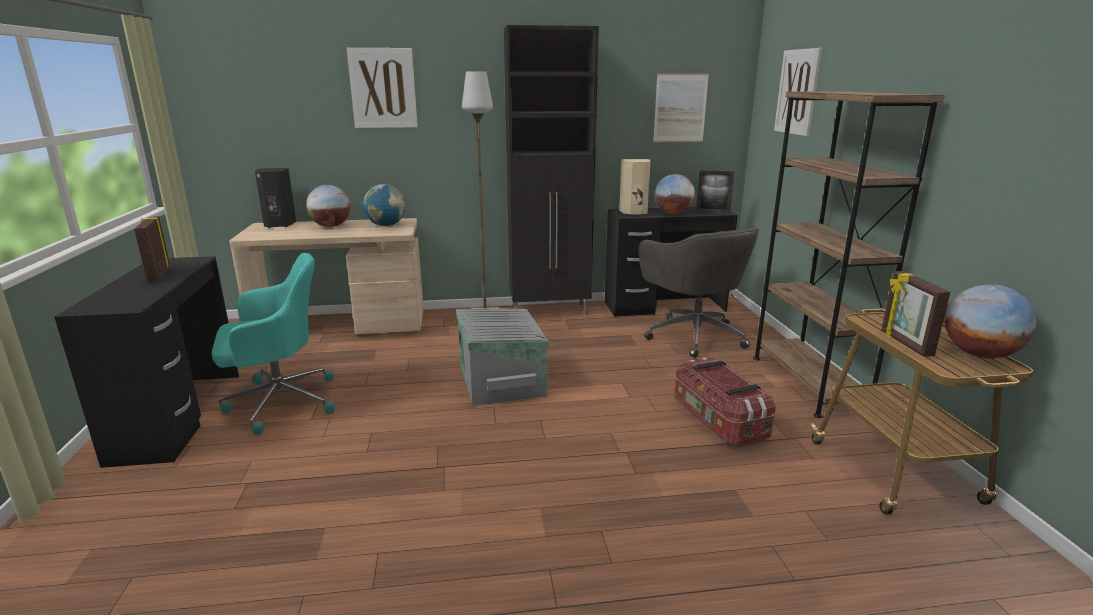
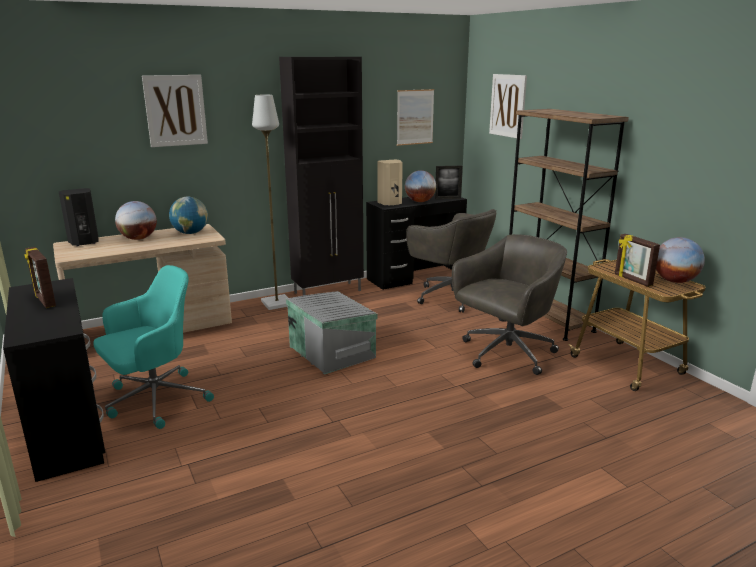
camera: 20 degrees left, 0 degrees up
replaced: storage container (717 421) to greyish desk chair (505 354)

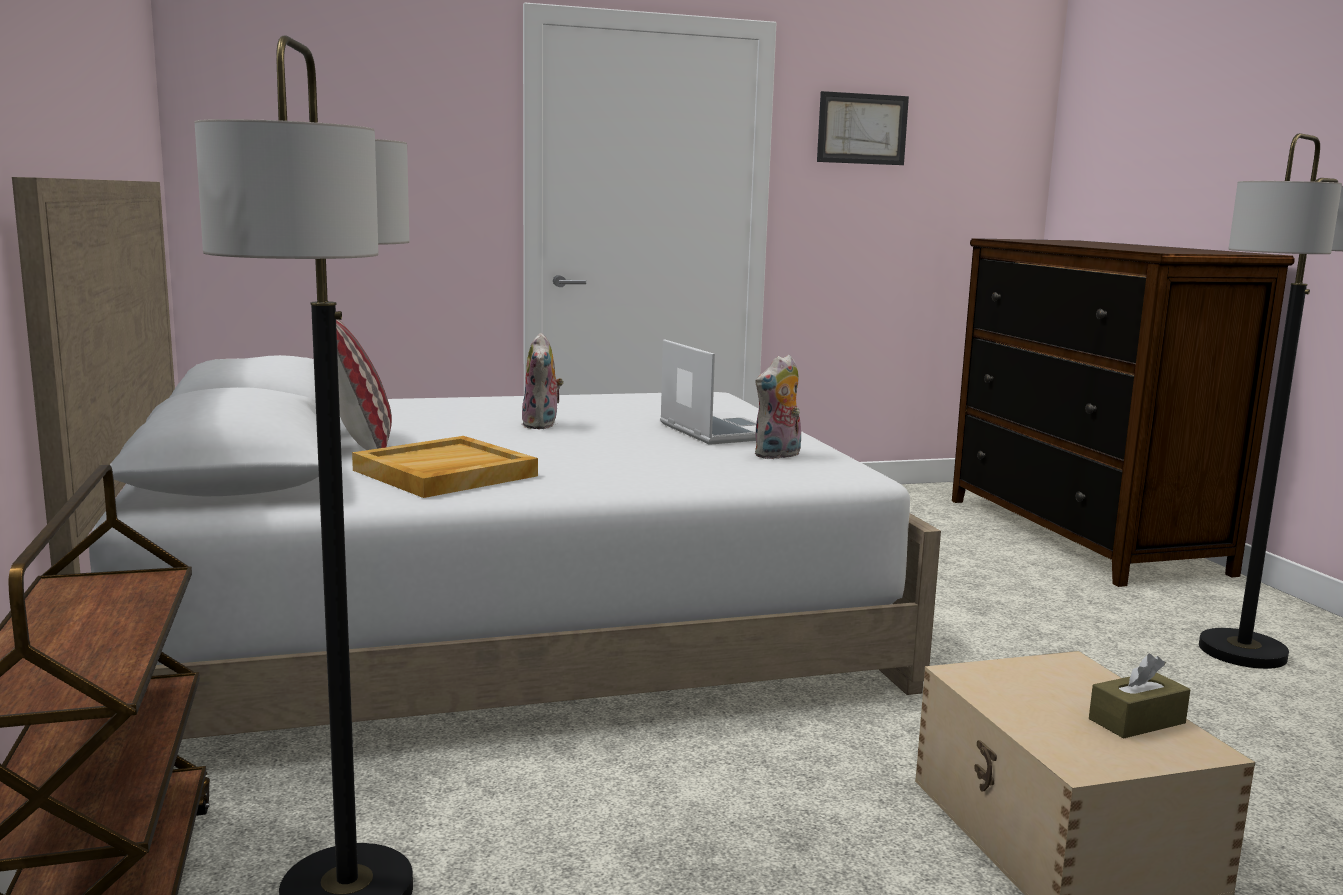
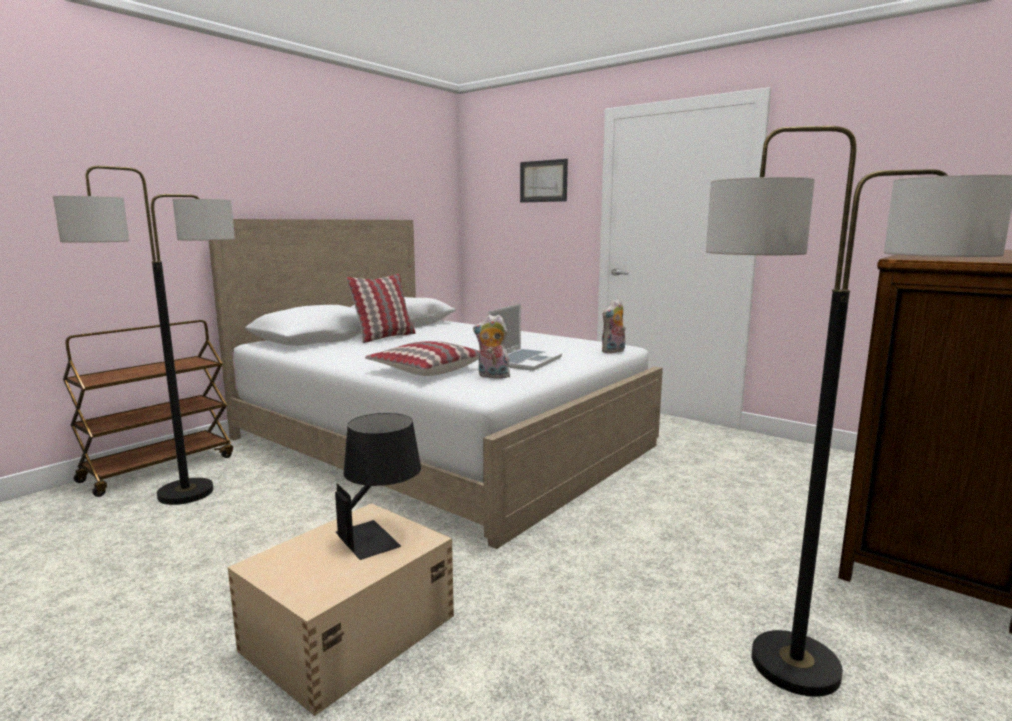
camera: 55 degrees right, 0 degrees up
removed: beige-coloured carrying tray (444 473); brown-coloured tissue holder (1137 721)
added: black table lamp (381 534); cushion (425 370)
moved: cuddly toy (542 425) to (613 351); wall picture (862 129) to (543 181)

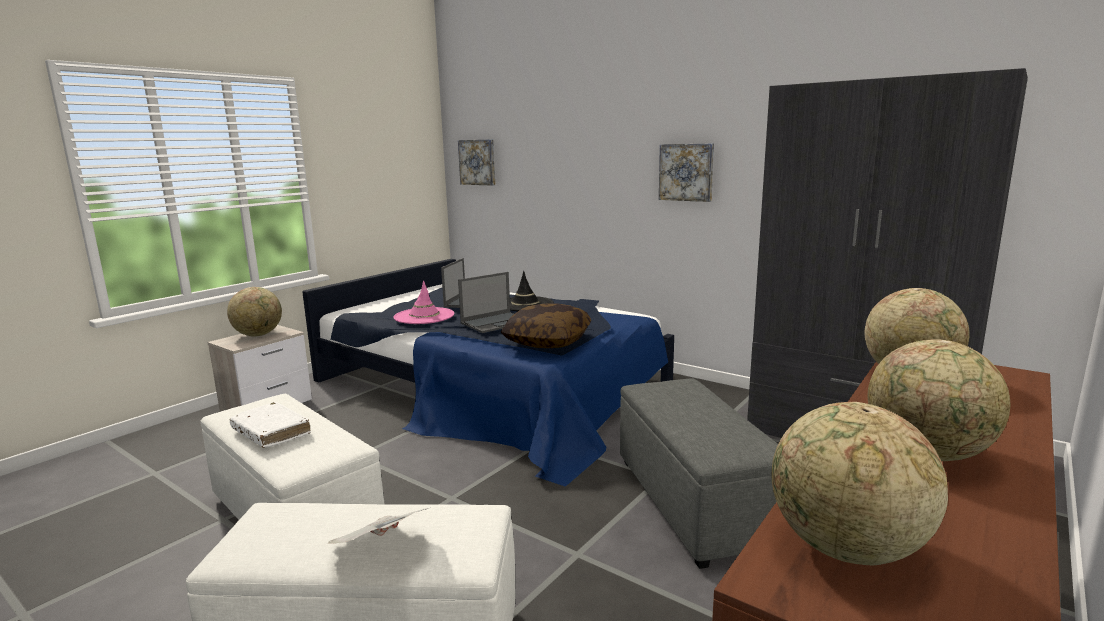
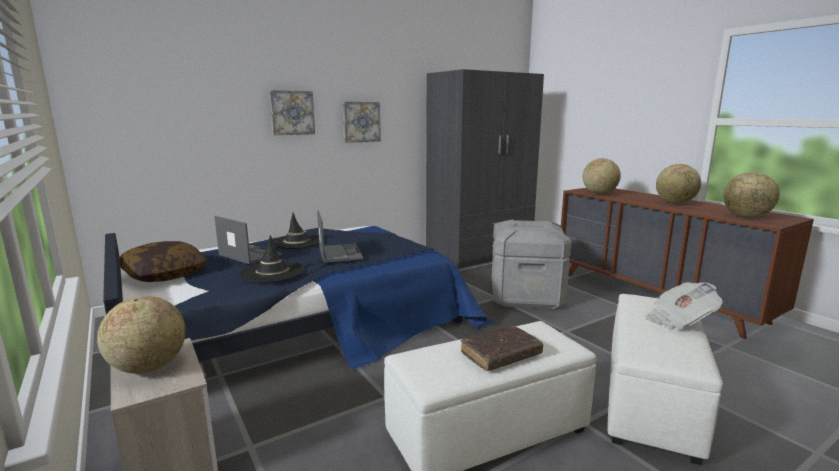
camera: 70 degrees left, 0 degrees up
moved: wall picture (478 162) to (292 112); cushion (547 341) to (164 275)
replaced: greyish footrest (694 503) to greyish storage container (526 296)
recoloured: white-coloured volume (271 433) to brown-coloured volume (501 355); pink hat (424 316) to black hat (272 272)

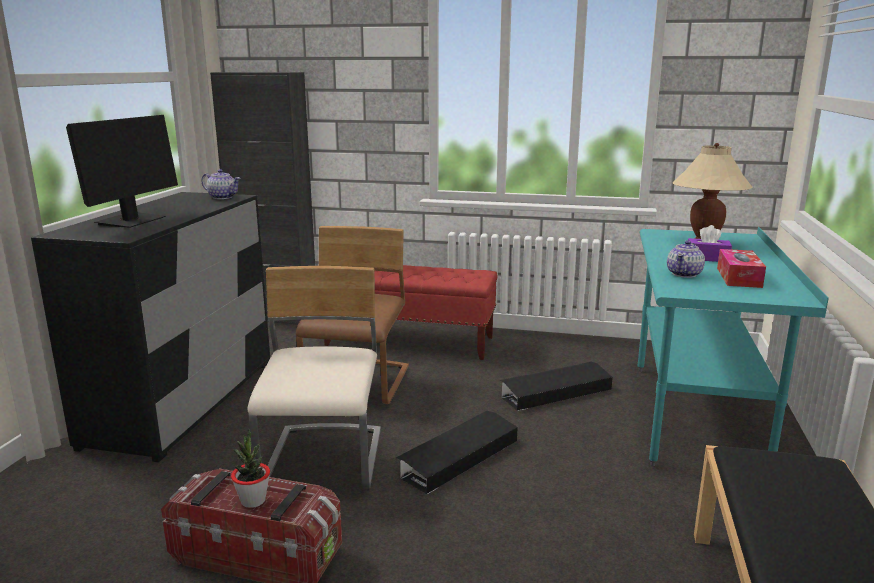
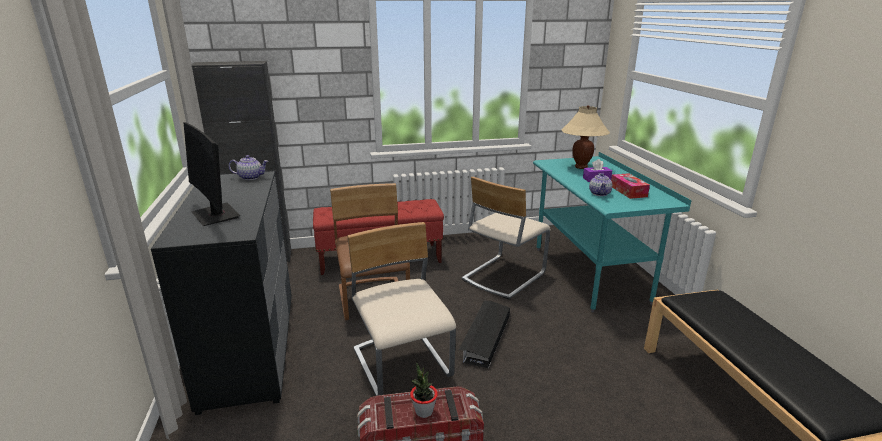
camera: 25 degrees left, 5 degrees up
replaced: black storage container (555 392) to beige-coloured chair (503 276)
turned: monitor (131 221) = (215 215) 150 degrees clockwise

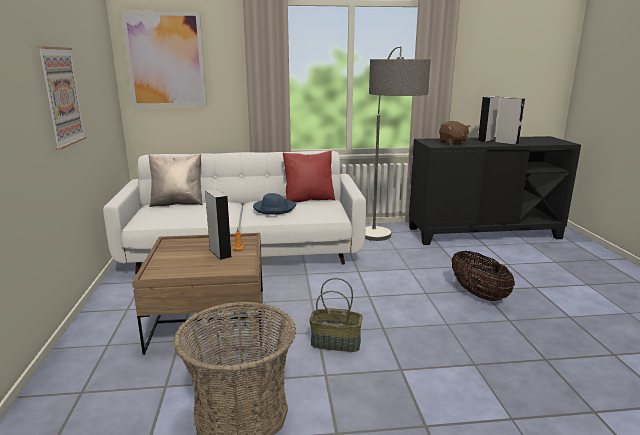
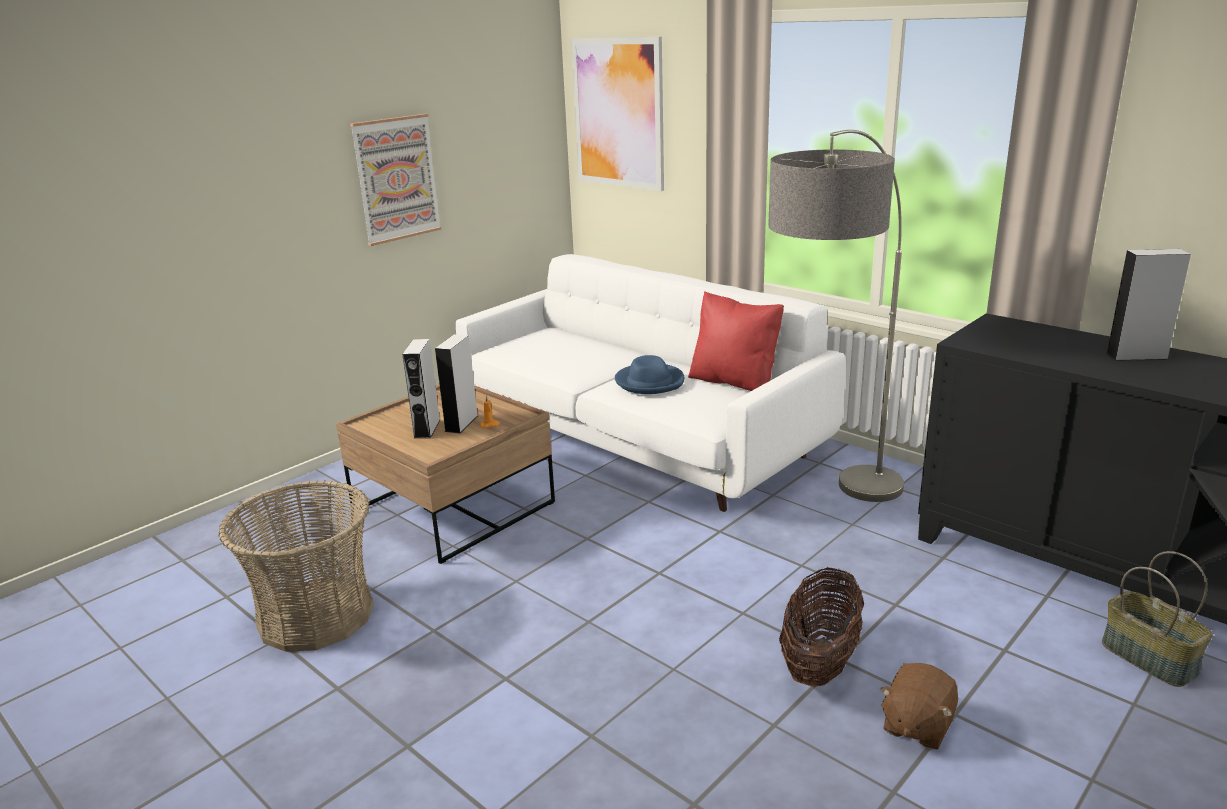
camera: 50 degrees right, 5 degrees up
removed: beige-coloured cushion (178 203)
moved: storage basket (336 342) to (1150 658); brown-coloured cuddly toy (452 143) to (916 725); greyish speaker (506 143) to (427 428)

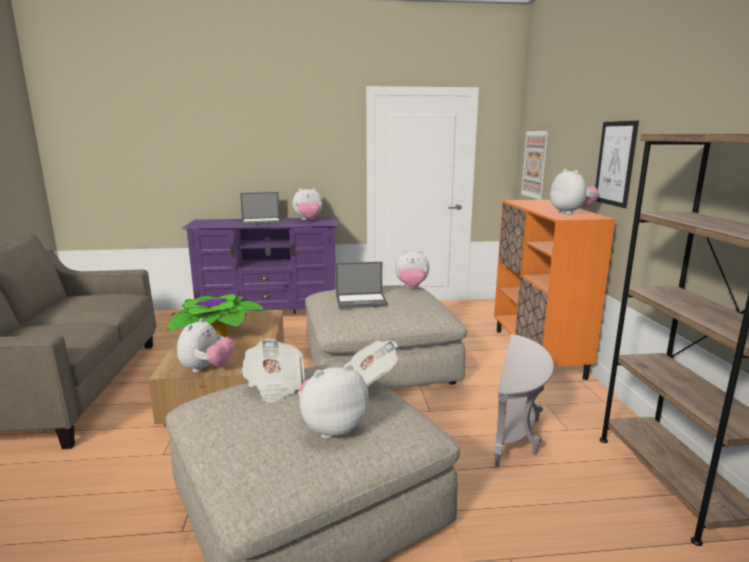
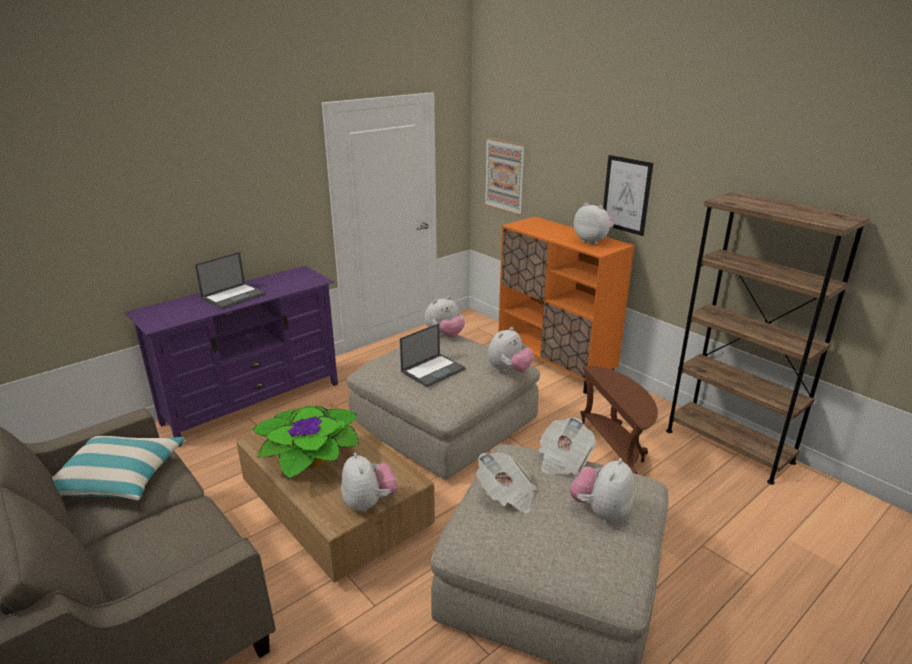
camera: 35 degrees left, 10 degrees up
added: cushion (117 479)
moved: cuddly toy (308 220) to (509 370)
recoloured: greyish end table (517 433) to brown-coloured end table (616 448)

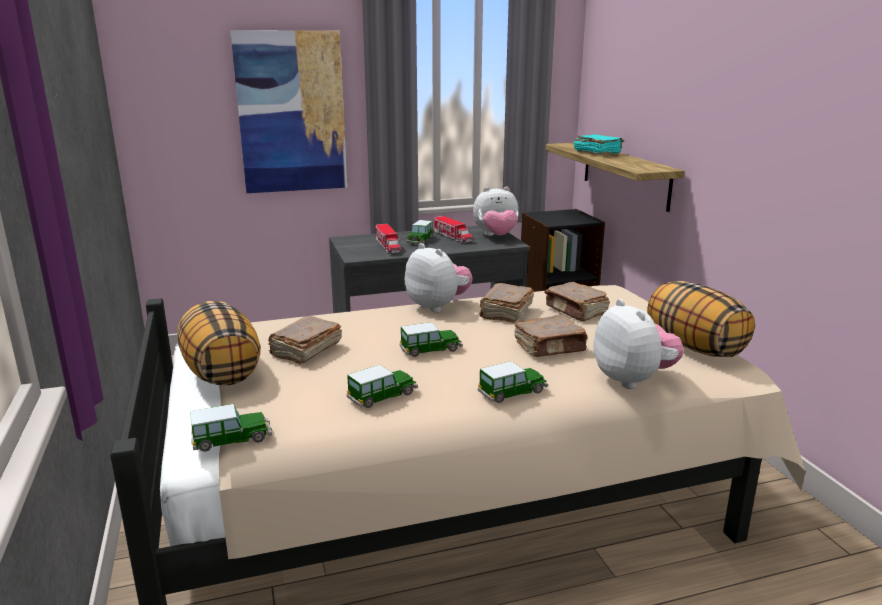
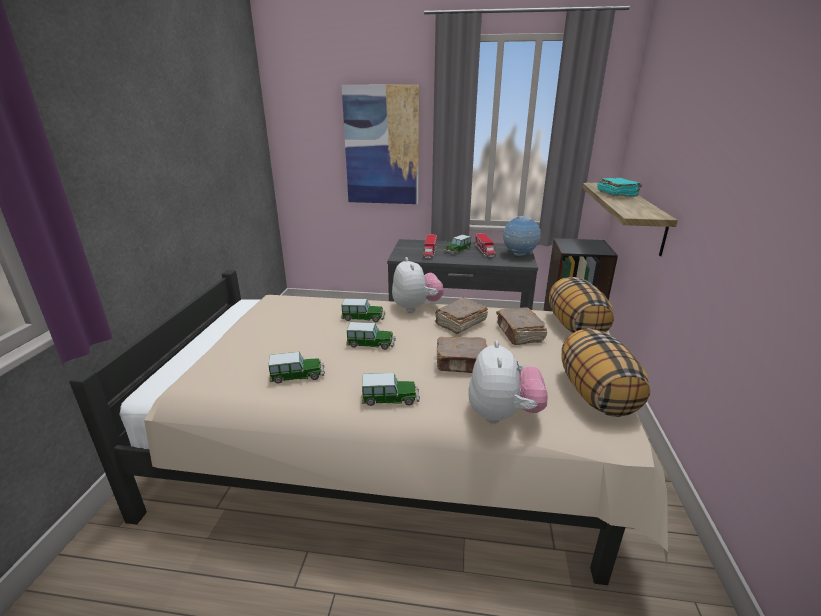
camera: 25 degrees right, 5 degrees up
removed: brown-coloured volume (305 350)
moved: cushion (221 372) to (575 326); toy car (232 439) to (363 318)
replaced: cuddly toy (496 236) to world globe (519 255)

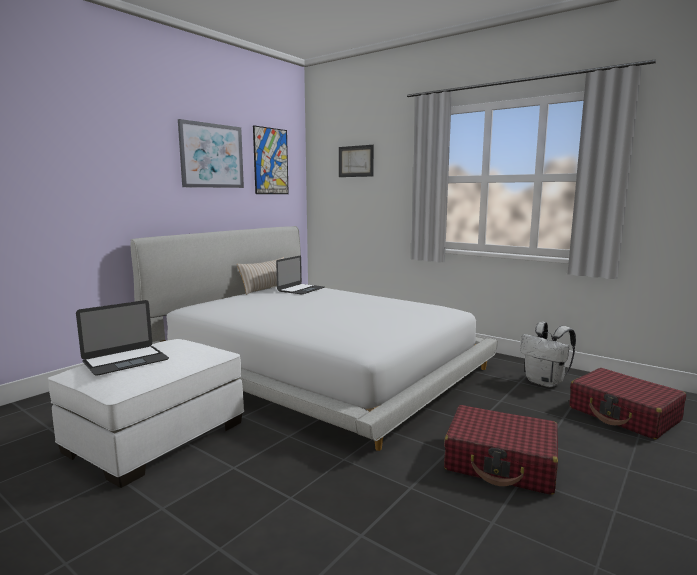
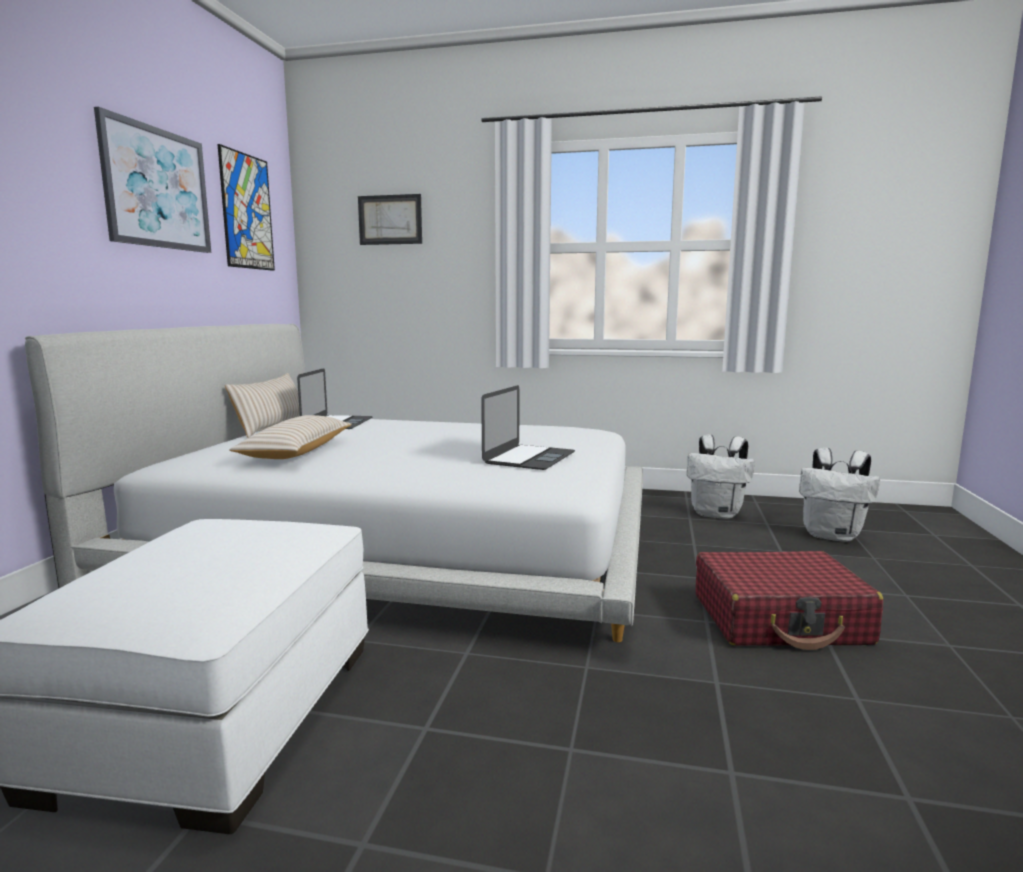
camera: 25 degrees left, 0 degrees up
added: beige-coloured cushion (297 451)
moved: laptop (125 360) to (529 457)
replaced: red travel case (624 414) to white-coloured backpack (832 535)

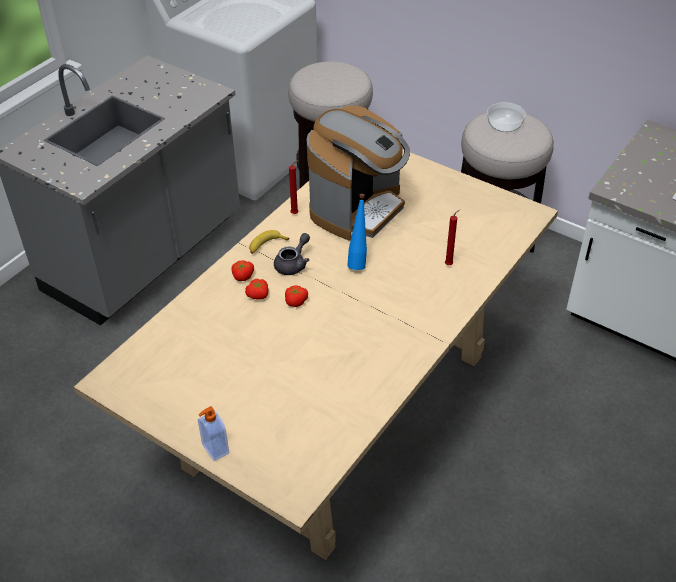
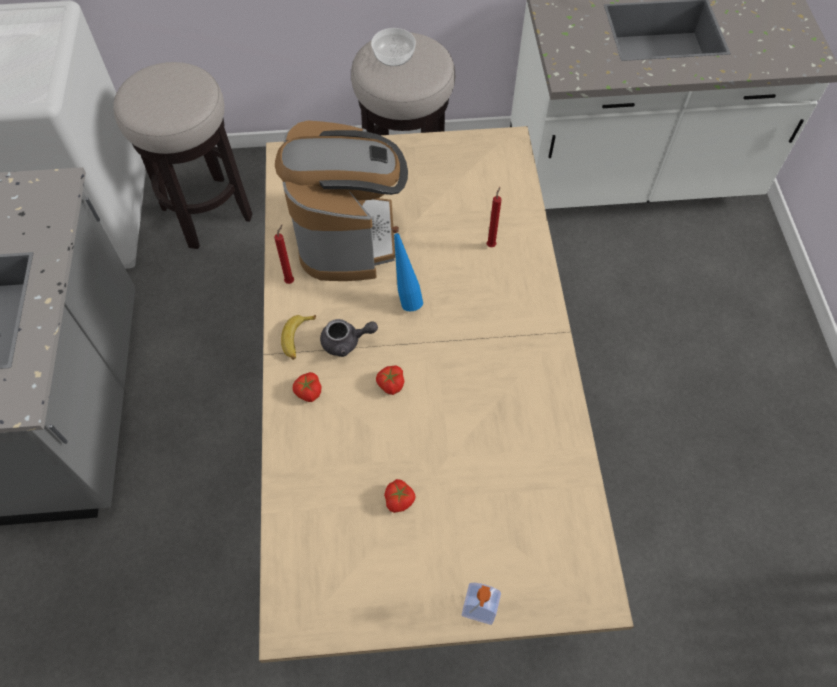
camera: 40 degrees left, 15 degrees up
moved: whole tomato (258 295) to (400 499)
turned: greyish teapot (293 264) = (346 342) 90 degrees clockwise

